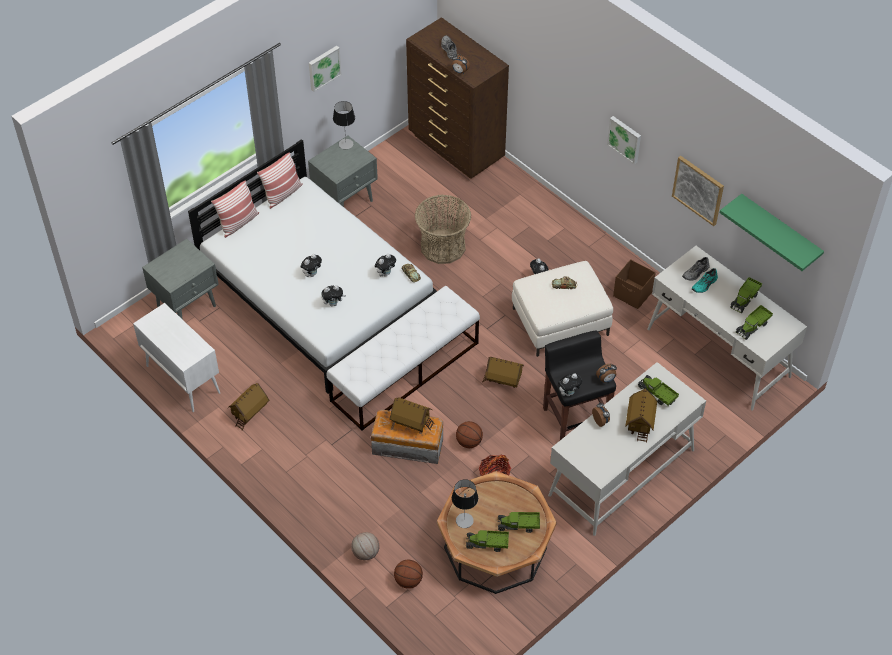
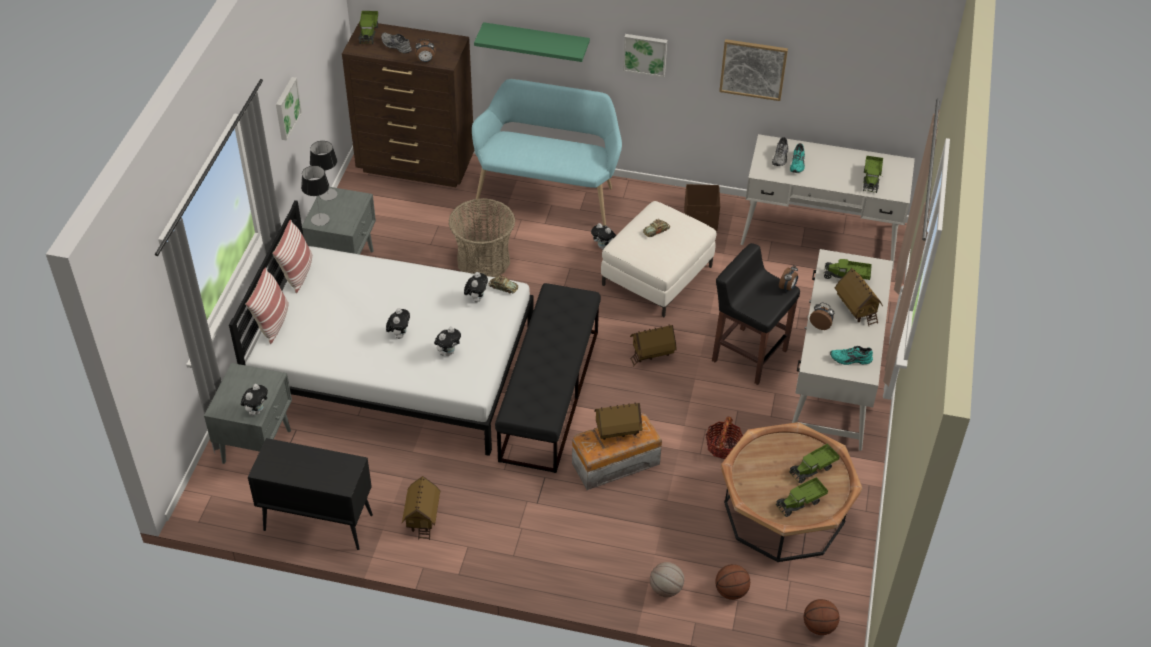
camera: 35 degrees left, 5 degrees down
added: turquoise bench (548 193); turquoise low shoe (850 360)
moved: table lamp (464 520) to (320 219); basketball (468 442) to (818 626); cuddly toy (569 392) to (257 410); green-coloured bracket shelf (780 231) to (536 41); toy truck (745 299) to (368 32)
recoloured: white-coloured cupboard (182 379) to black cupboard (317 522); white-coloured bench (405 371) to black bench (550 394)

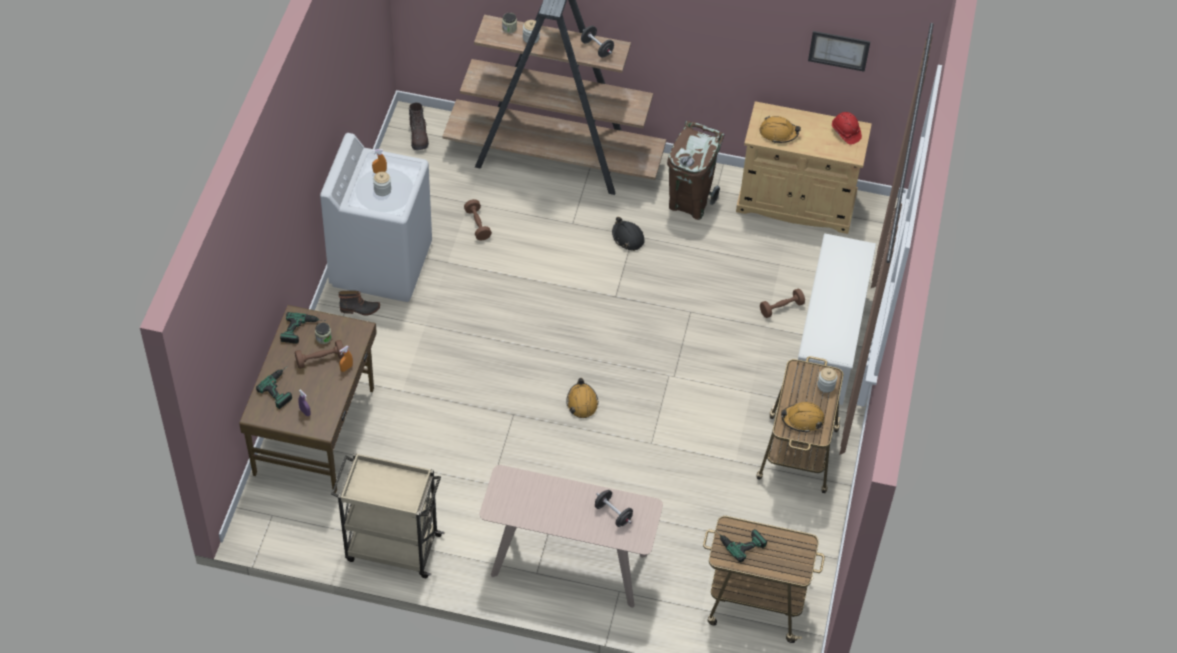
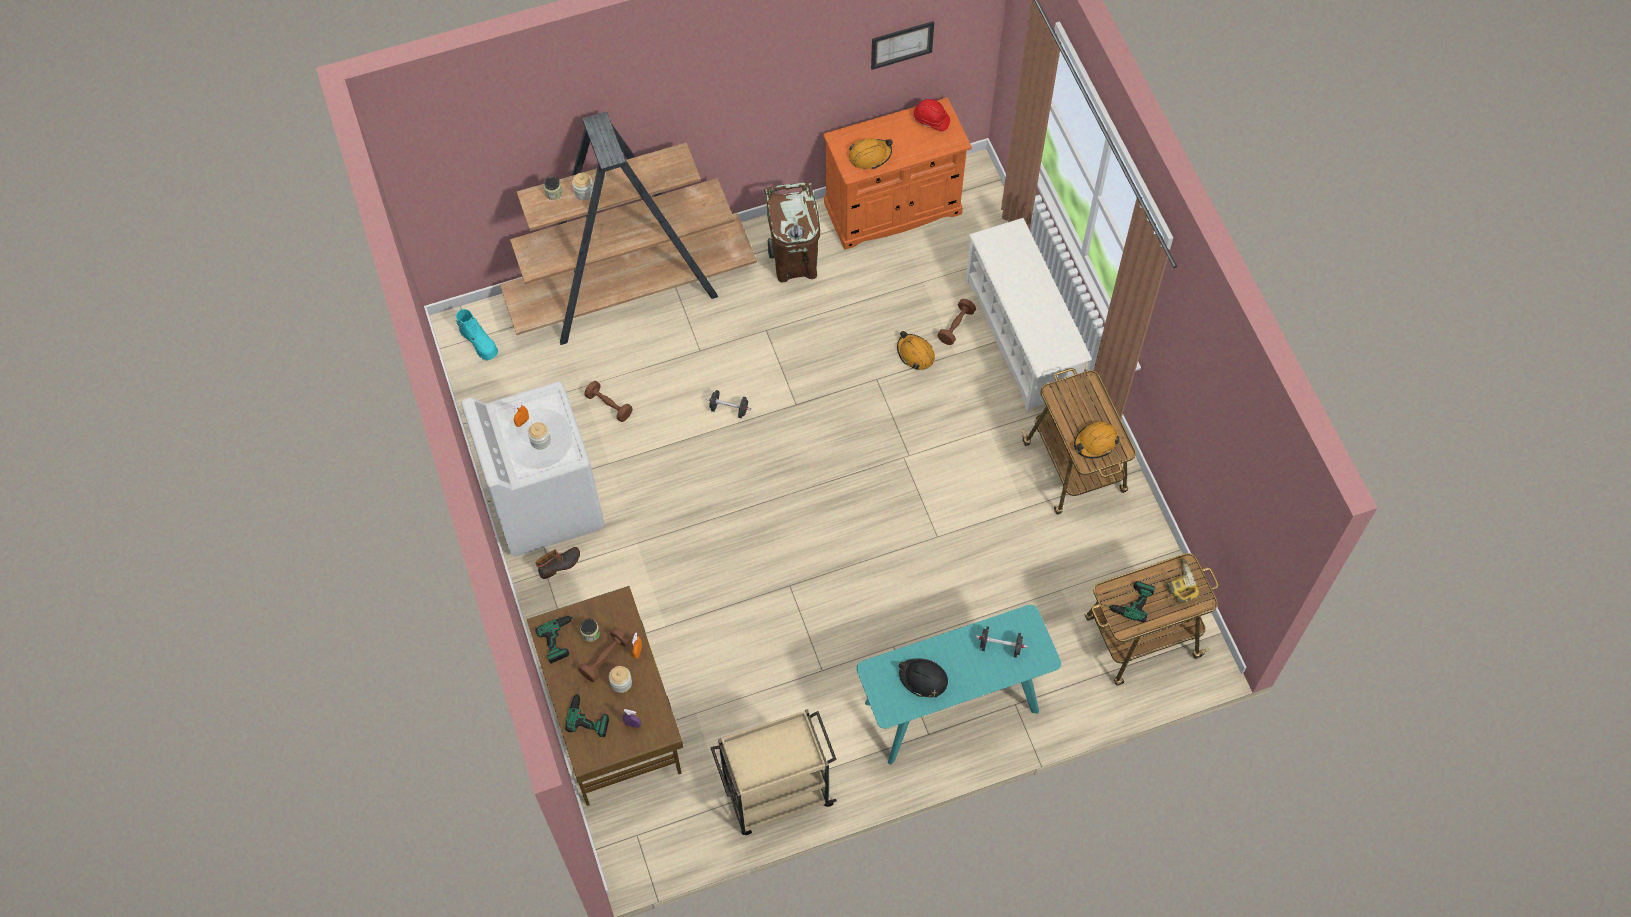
camera: 30 degrees left, 10 degrees up
added: electric drill (1178 584)
moved: orange-coloured safety helmet (582 402) to (915 354); black dumbbell (597 48) to (729 409); black safety helmet (627 238) to (923 679); storage jar (826 385) to (621 683)
recoloured: brown-coloured high-top boot (418 136) to turquoise high-top boot (479 342); beige-coloured hall table (568 565) to turquoise hall table (951 707); beige-coloured cupboard (796 203) to orange-coloured cupboard (893 209)

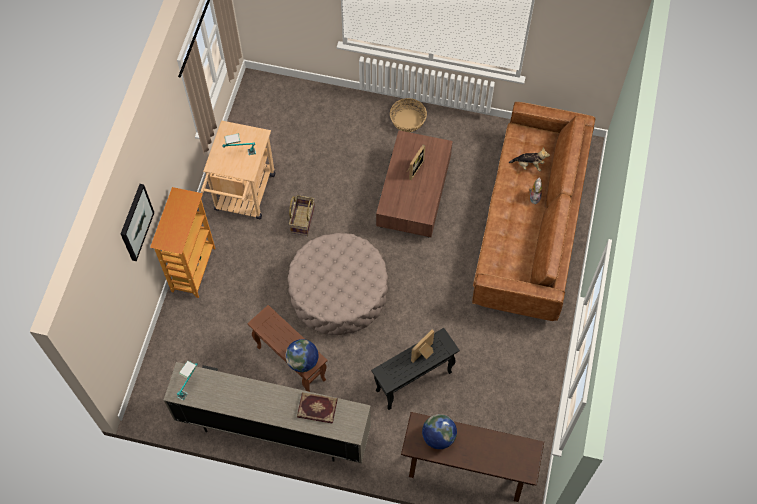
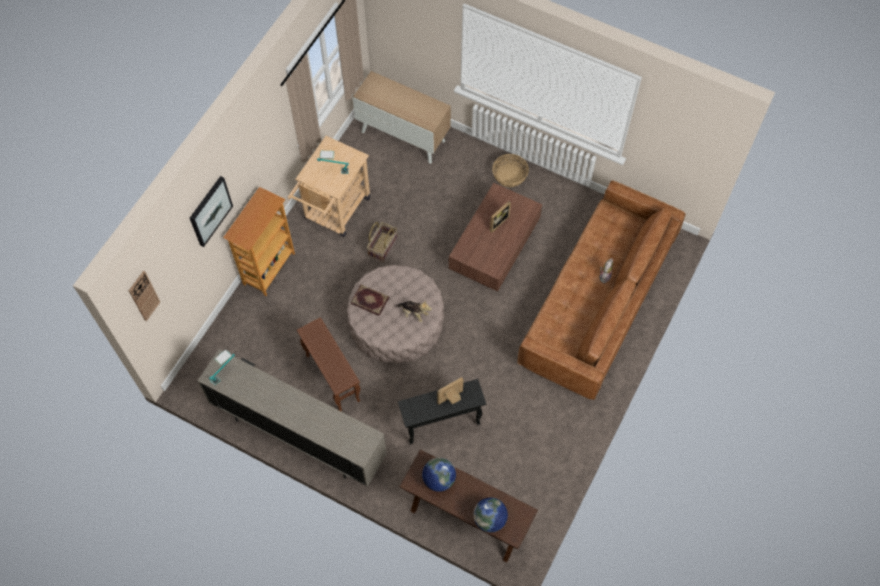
camera: 15 degrees right, 0 degrees up
added: clock on the wall (144 296); cupboard (403 136)
moved: world globe (303 361) to (489 519); volume (317 407) to (370 300); cuddly toy (528 165) to (413 313)

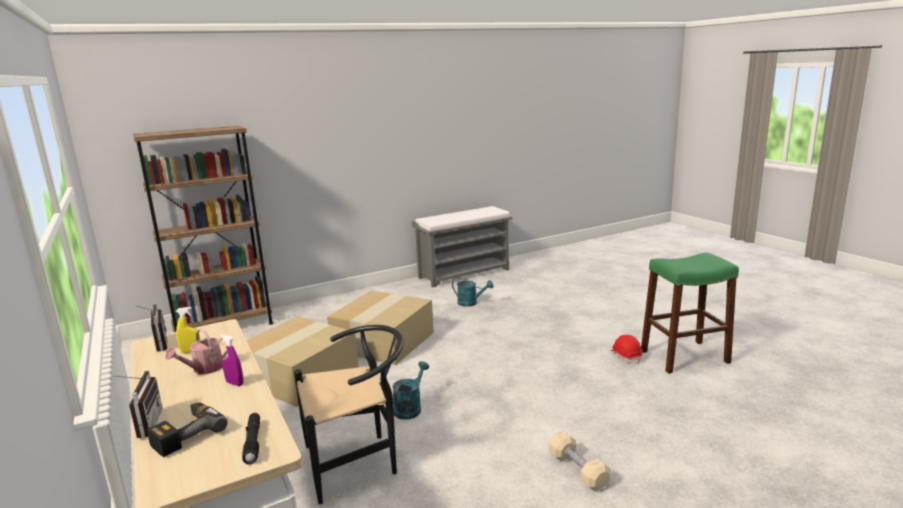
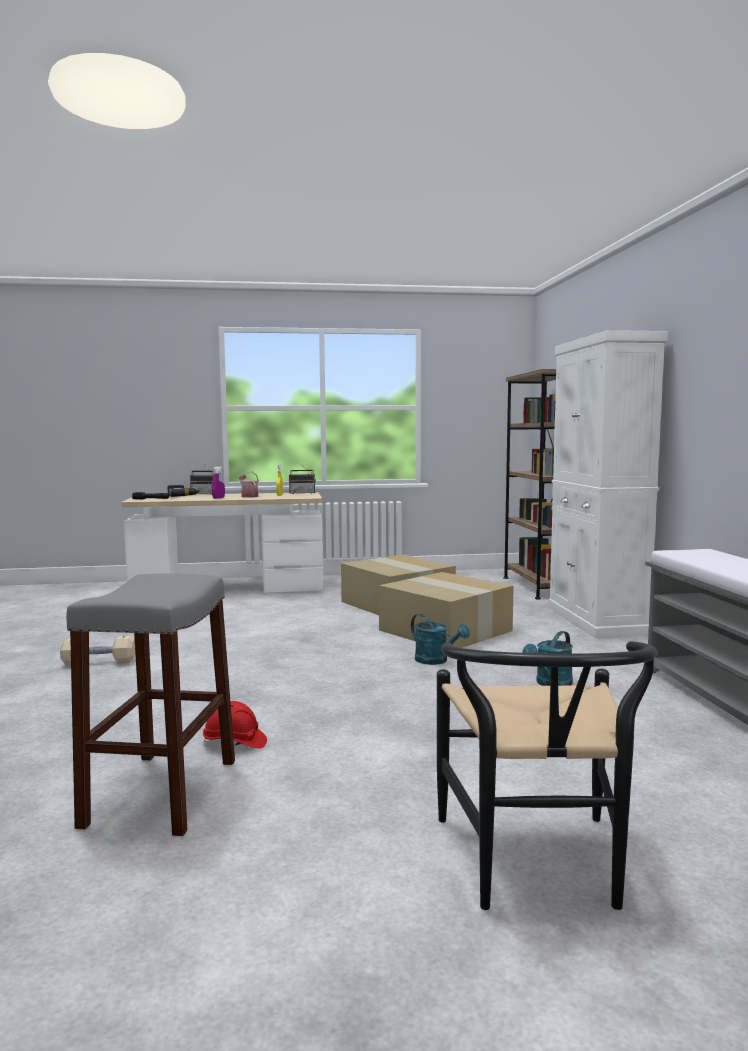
camera: 110 degrees right, 10 degrees down
added: white-coloured cupboard (596 621)
moved: black chair (358 461) to (536 868); turquoise watering can (410 408) to (436 661)
recoloured: green-coloured sitting stool (684 356) to greyish sitting stool (161 792)

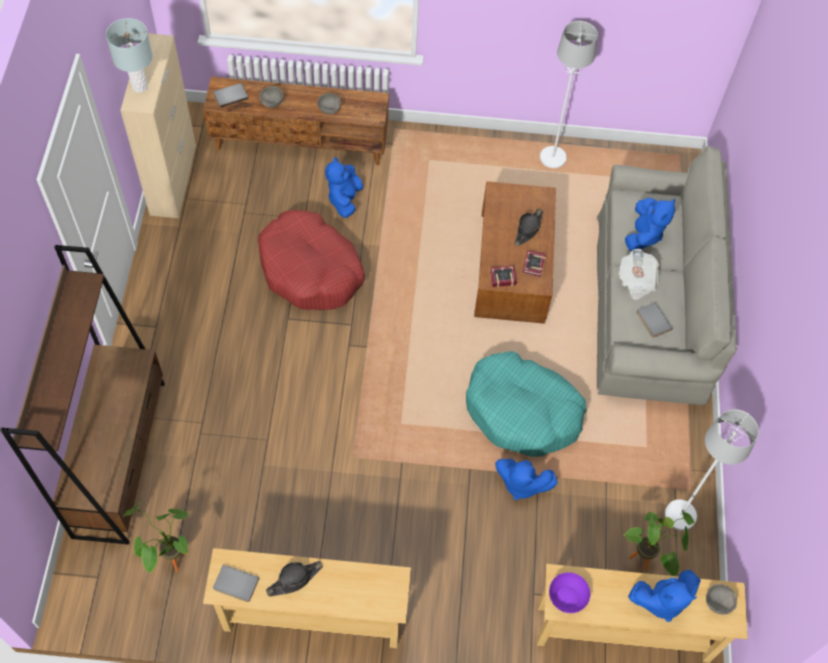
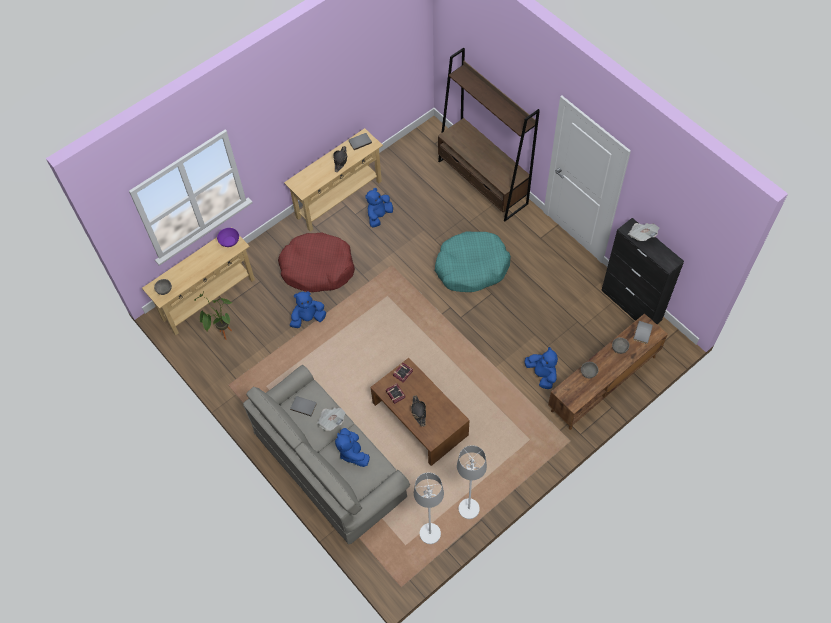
camera: 140 degrees right, 0 degrees up
removed: houseplant (170 562)
moved: red dog cushion (310 270) to (317 268); turquoise dog cushion (522 411) to (471 267); blue-coloured cuddly toy (661 600) to (379 216); white-coloured standing lamp (680 515) to (430 534)
replaced: greyish table lamp (140 86) to daily paper (642 235)
recoloured: beige-coloured cupboard (173 179) to black cupboard (631 305)

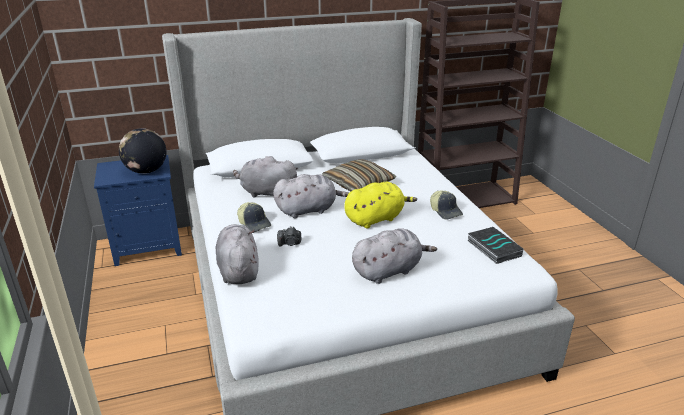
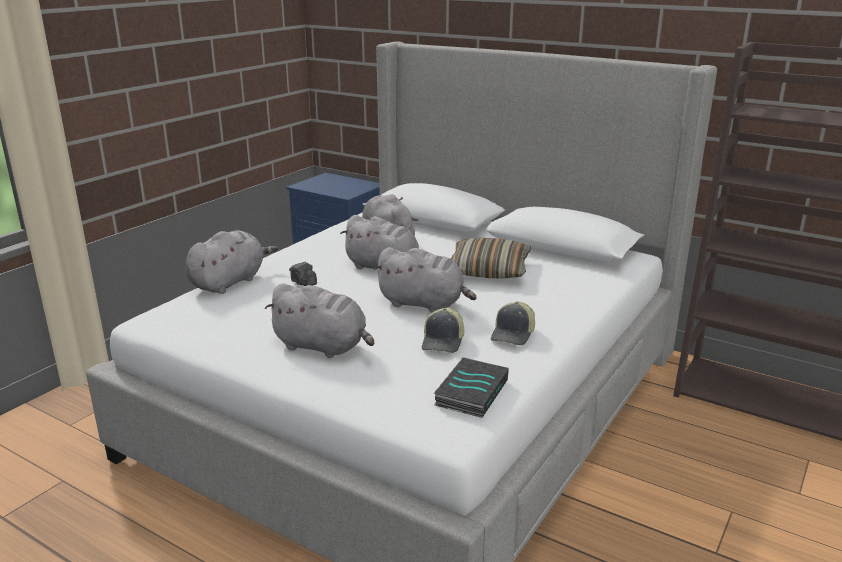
camera: 50 degrees right, 5 degrees down
removed: world globe (146 171)
moved: cap (254 223) to (443 342)
recoloured: yellowish cuddly toy (376 219) to greyish cuddly toy (424 304)

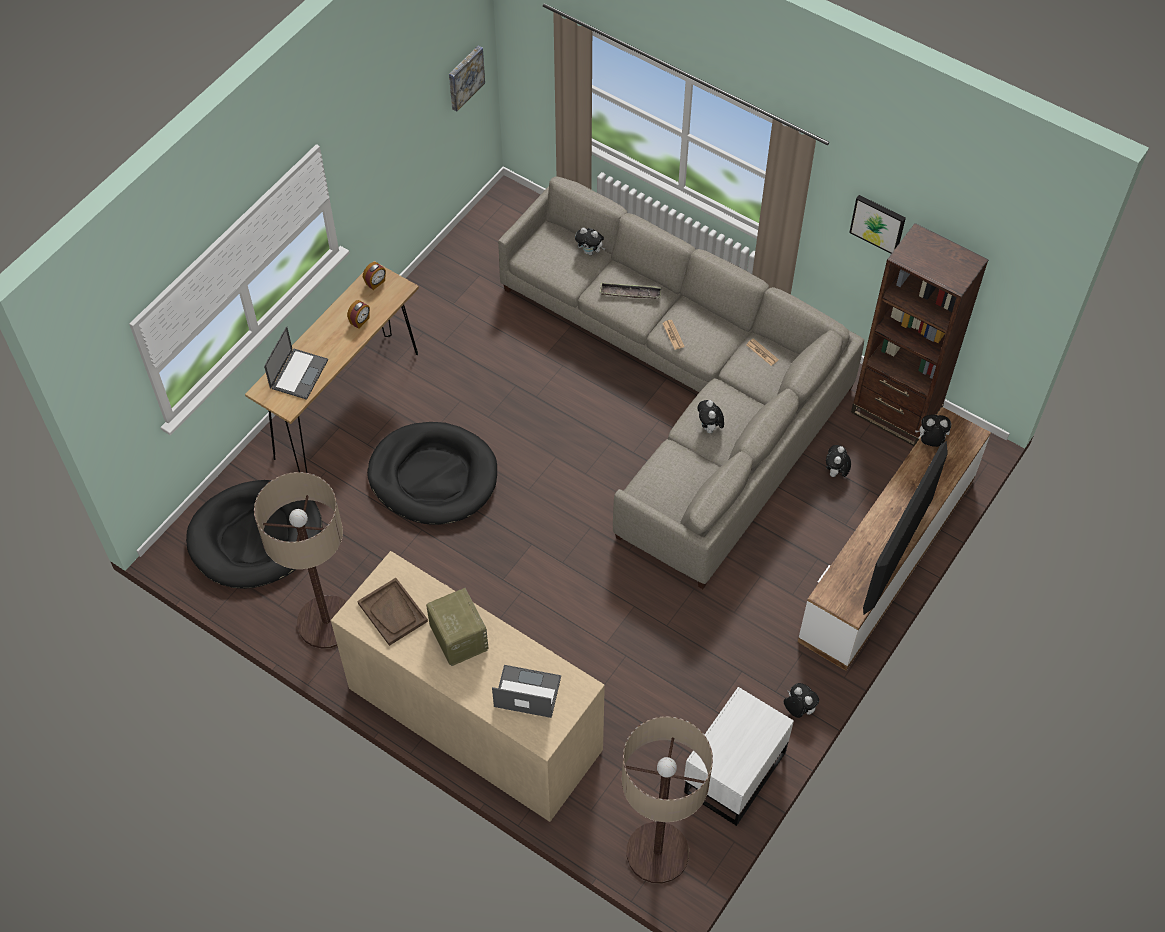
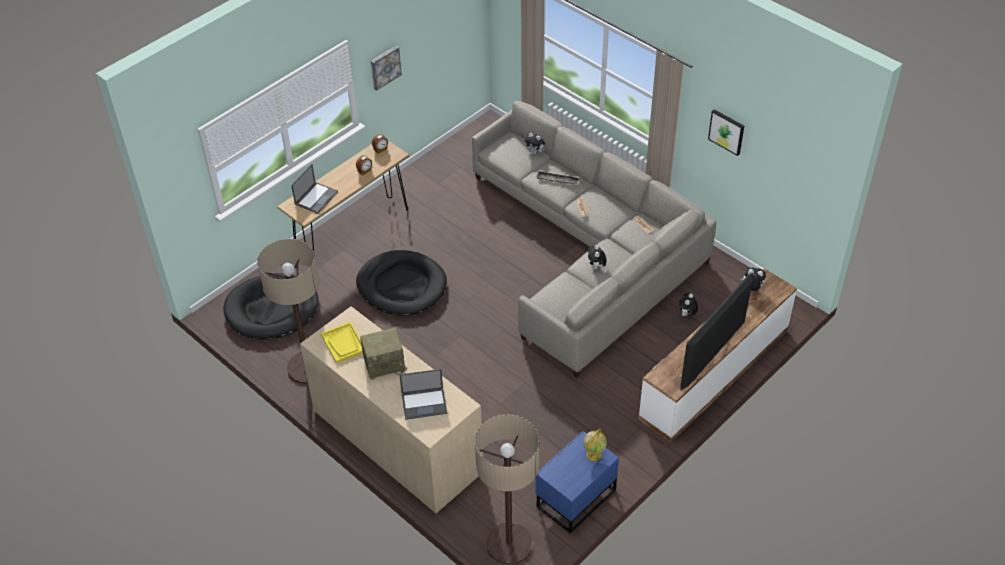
camera: 10 degrees right, 10 degrees down
removed: cuddly toy (798 709); brown-coloured shelving unit (895 412)
added: world globe (594 454)
moved: wall picture (464 77) to (385 67)
recoloured: brown-coloured carrying tray (393 612) to yellowish carrying tray (343 343); white-coloured bedside table (732 772) to blue-coloured bedside table (574 498)
turned: radio (458 637) = (385 364) 90 degrees clockwise; laptop (526 692) = (424 403) 150 degrees clockwise

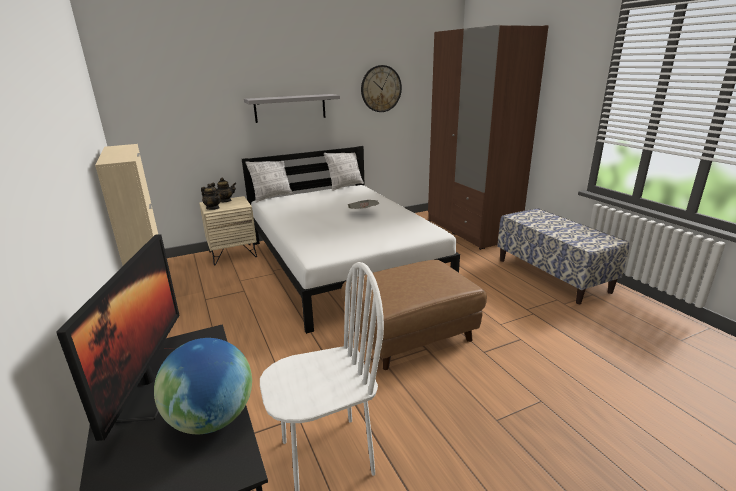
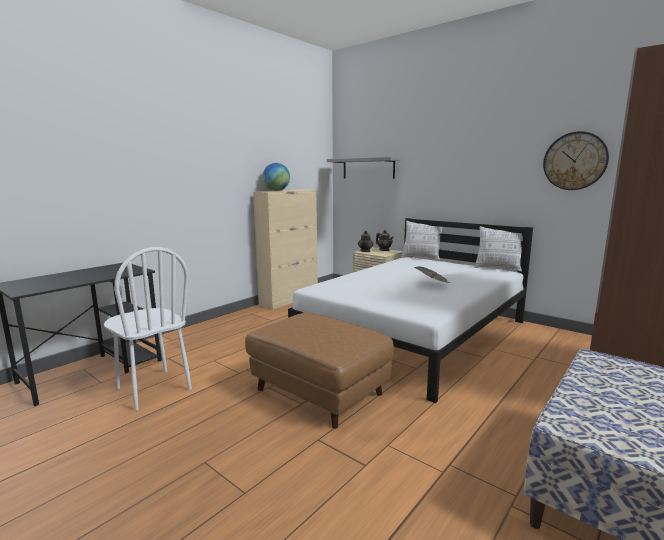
camera: 65 degrees right, 10 degrees down
removed: monitor (150 382)
moved: world globe (213 419) to (277 190); greyish bracket shelf (290 108) to (368 168)

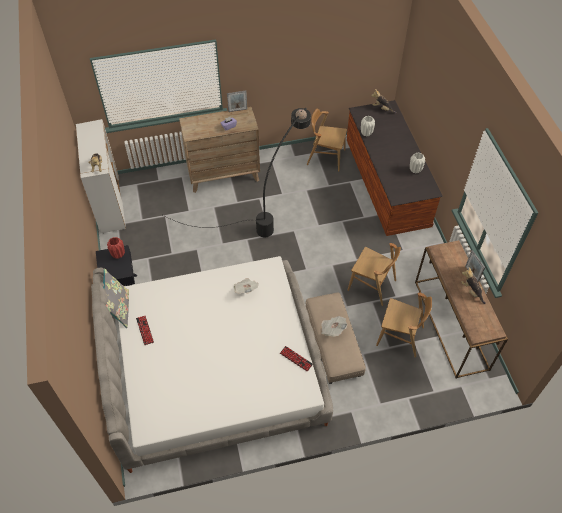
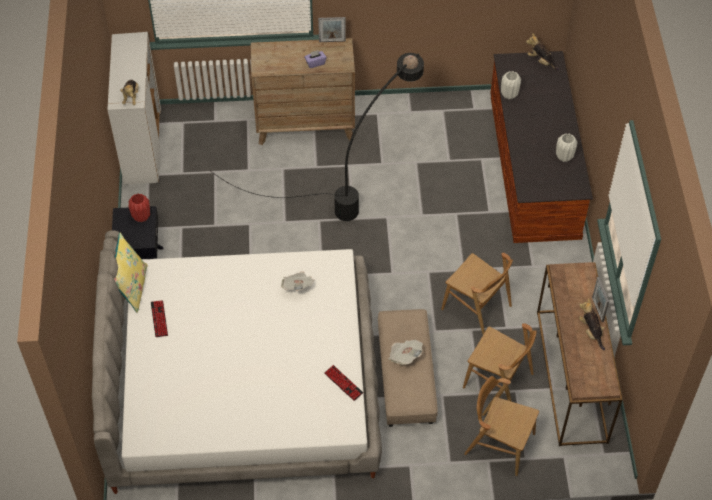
camera: 10 degrees right, 0 degrees up
moved: brown-coloured chair (325 157) to (499 444)
recoloured: greyish cushion (119 309) to yellowish cushion (132 288)

